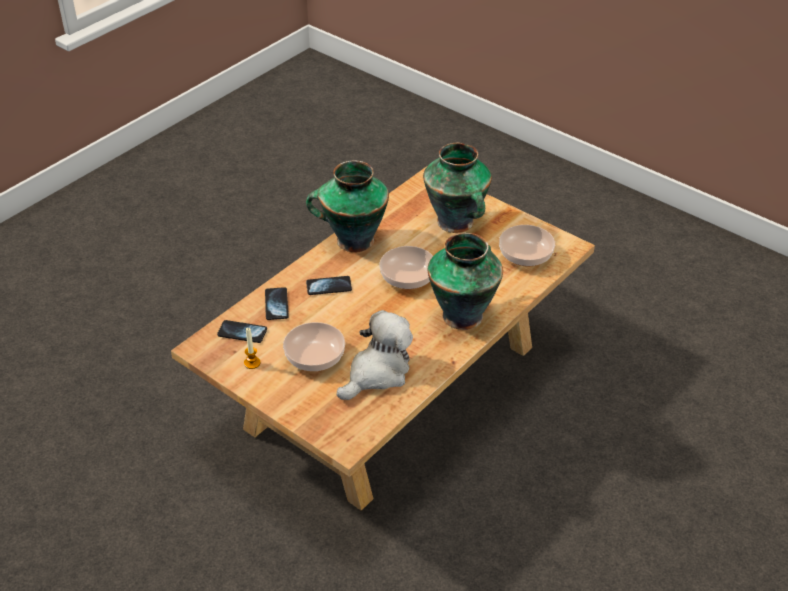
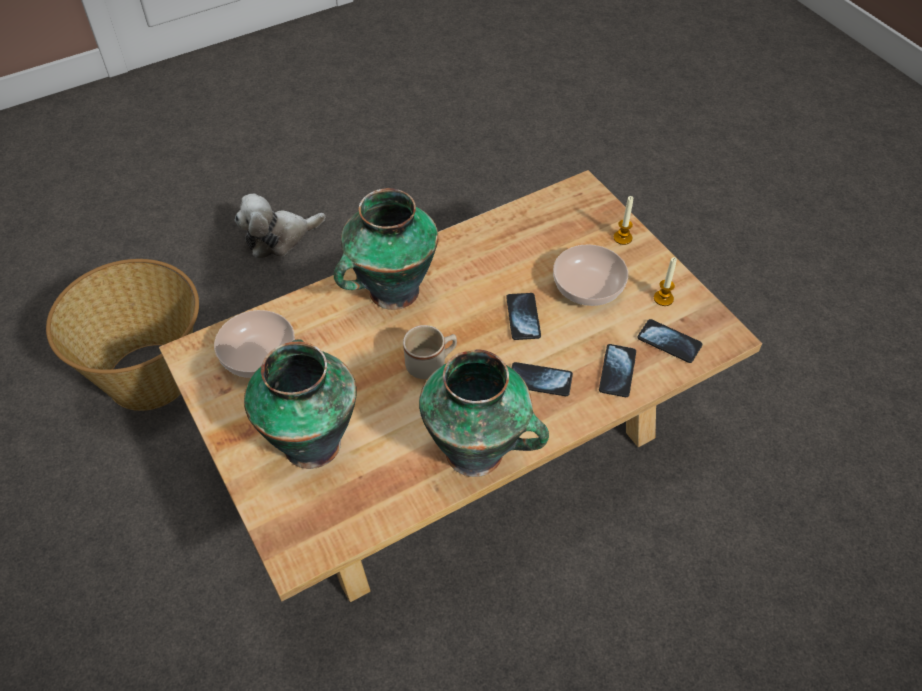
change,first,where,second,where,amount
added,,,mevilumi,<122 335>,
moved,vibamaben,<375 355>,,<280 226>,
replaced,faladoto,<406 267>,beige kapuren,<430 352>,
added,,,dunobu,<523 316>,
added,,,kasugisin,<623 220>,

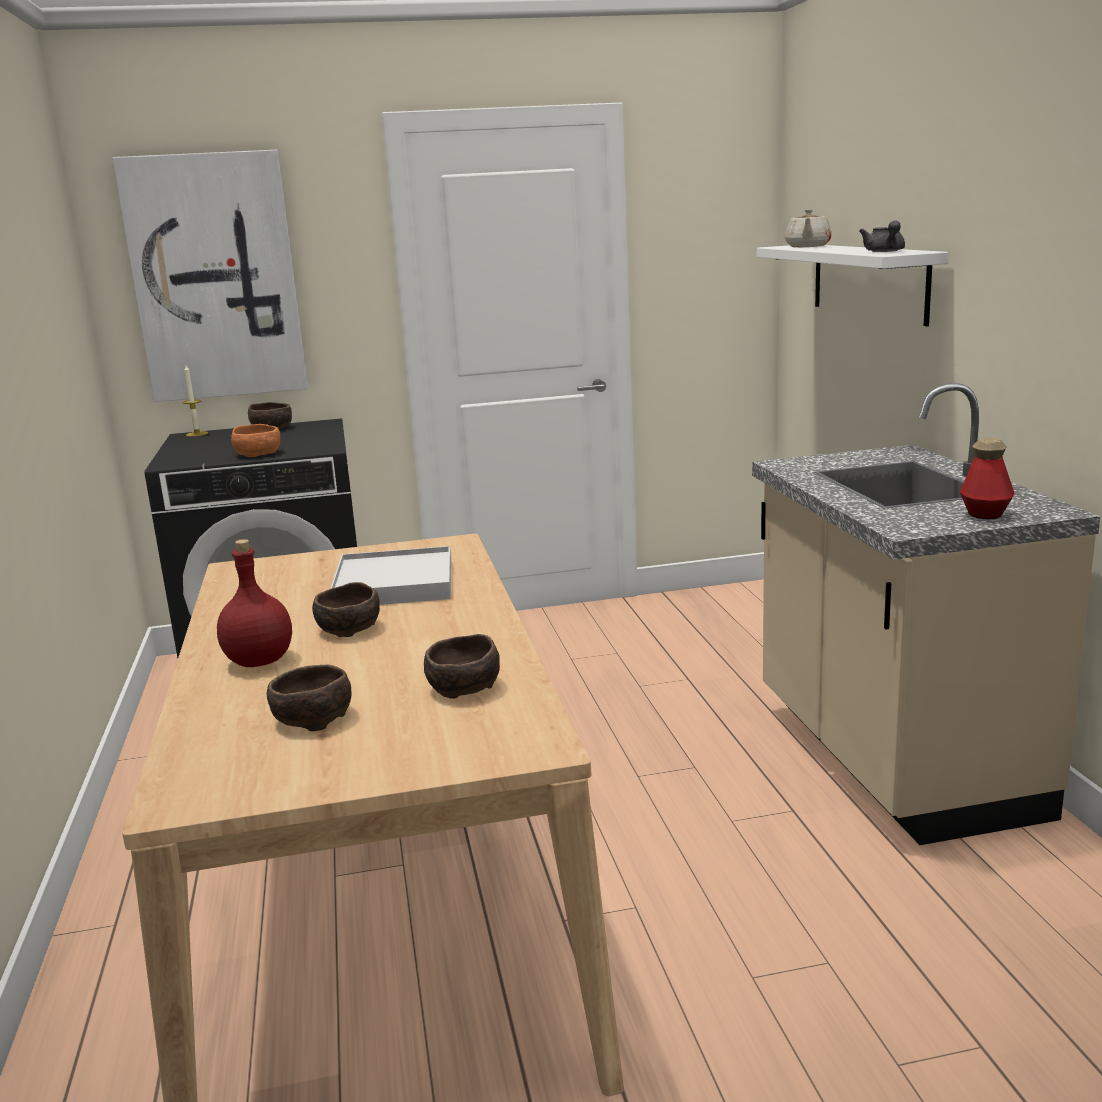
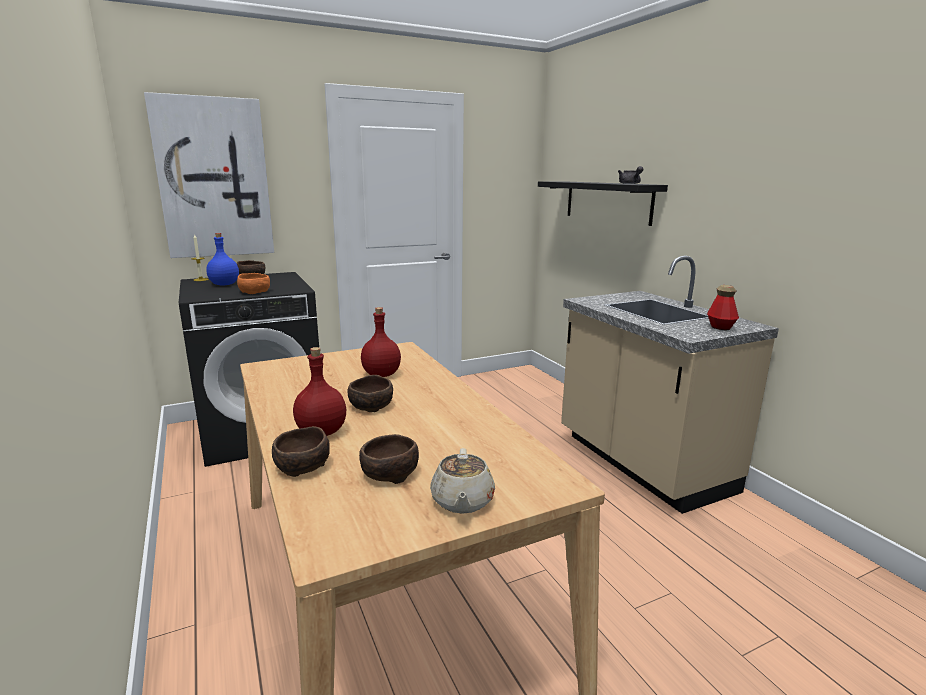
change,first,where,second,where,amount
added,,,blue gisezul,<222 259>,
moved,brown faladoto,<462 666>,,<301 451>,
replaced,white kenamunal,<390 575>,red gisezul,<381 342>,
moved,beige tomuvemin,<808 228>,,<462 481>,
recoloured,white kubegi,<852 286>,black kubegi,<603 203>,

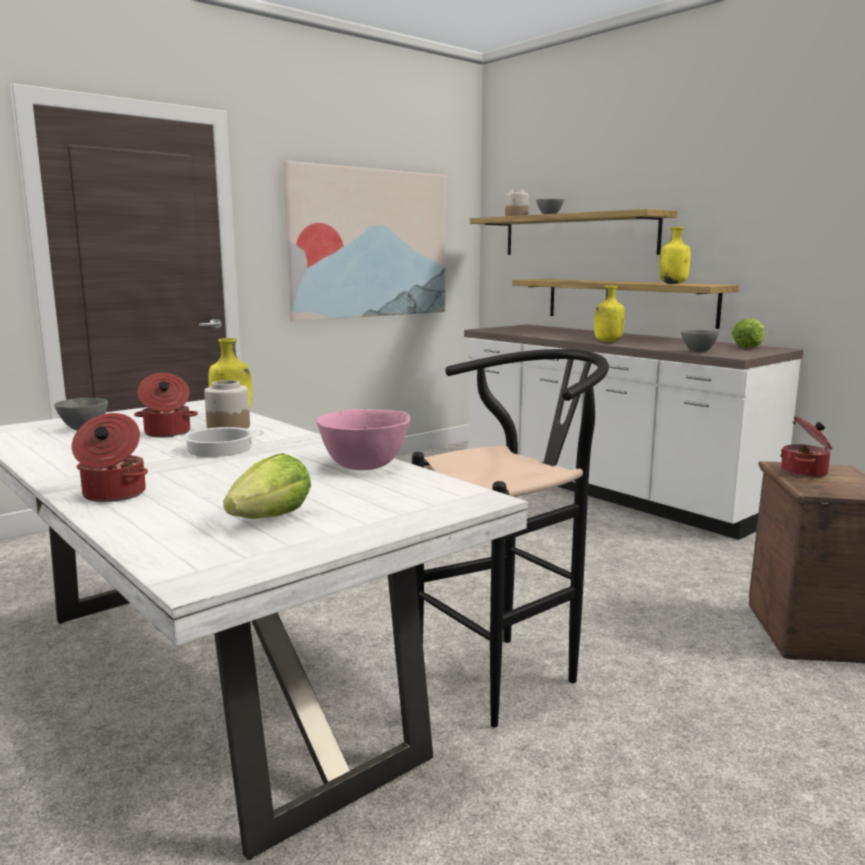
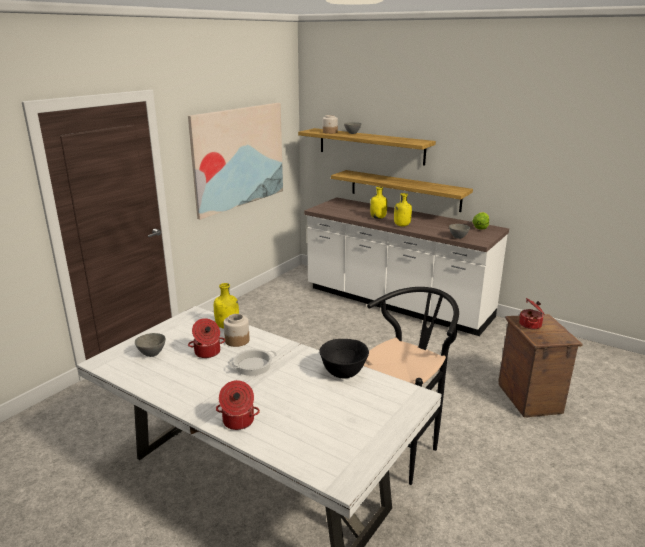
change,first,where,second,where,amount
recoloured,pink faladoto,<363 439>,black faladoto,<344 358>,
moved,yellow gisezul,<675 255>,,<378 203>,
removed,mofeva,<267 486>,,,

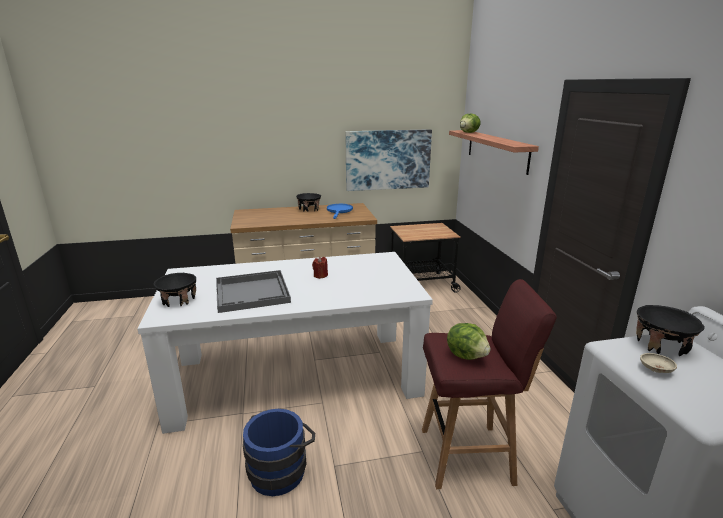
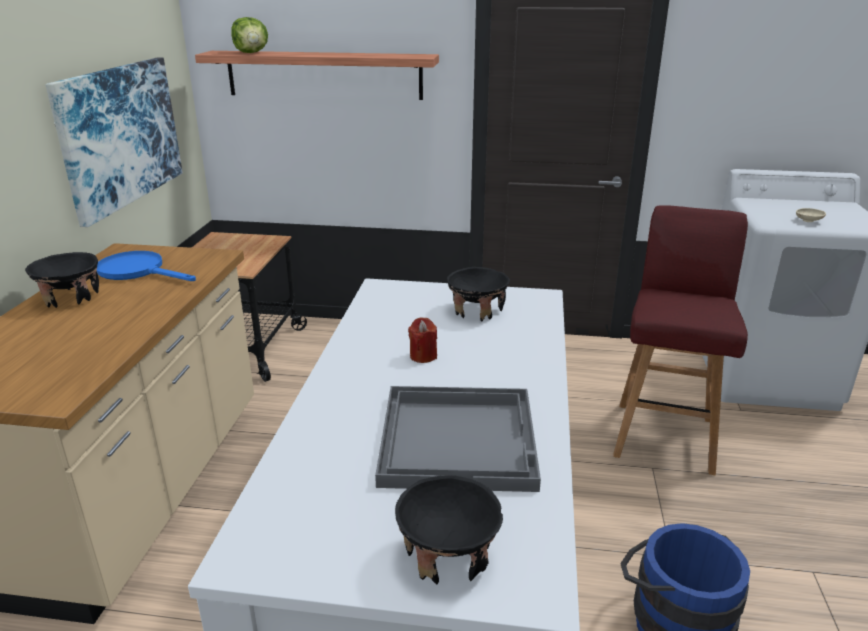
change,first,where,second,where,amount
moved,black faladoto,<670 330>,,<478 294>,
removed,mofeva,<469 341>,,,

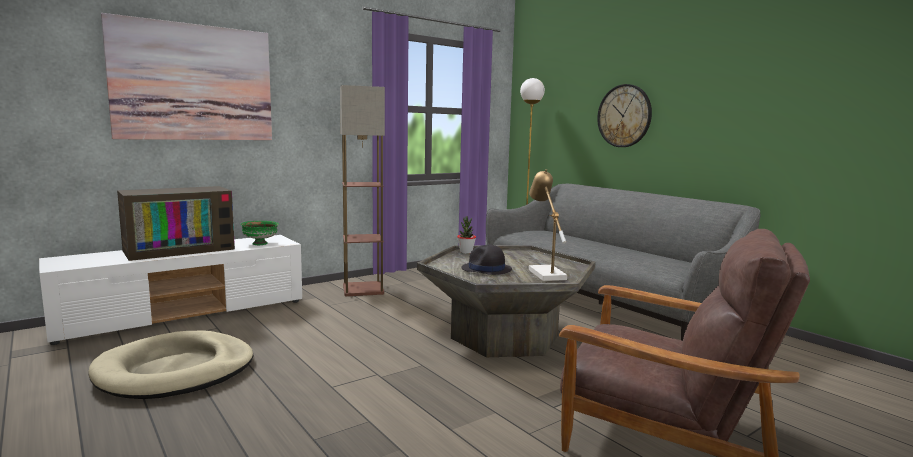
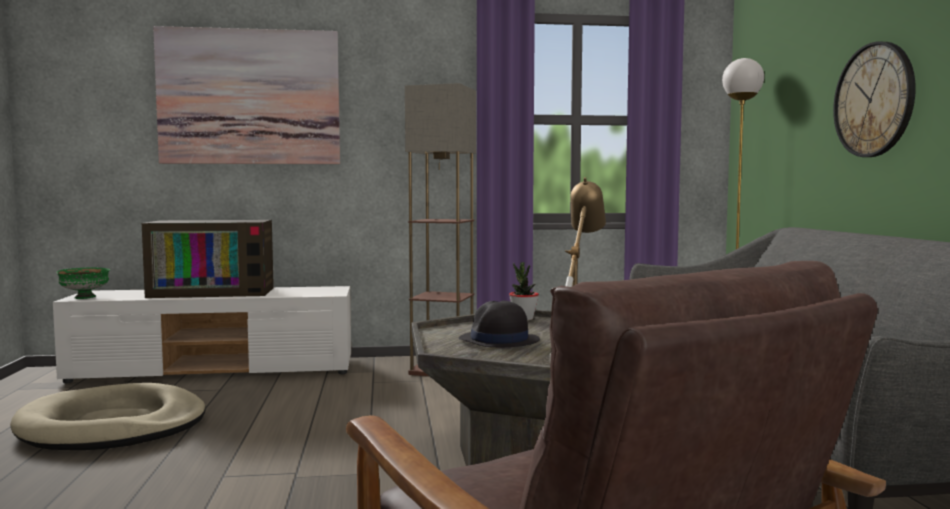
change,first,where,second,where,amount
moved,green faladoto,<260 233>,,<83 283>,

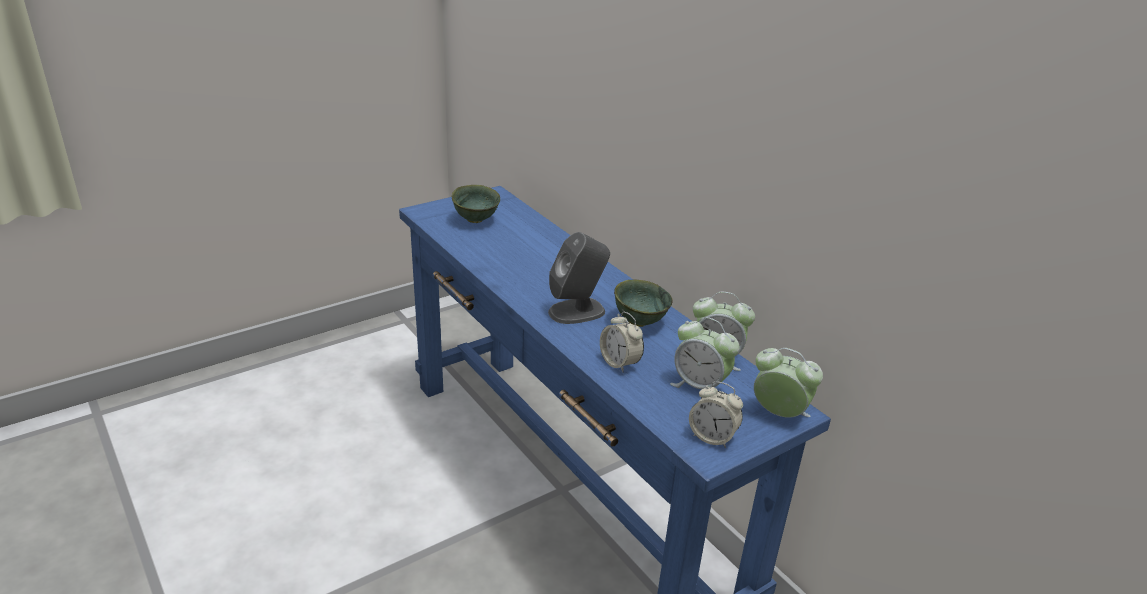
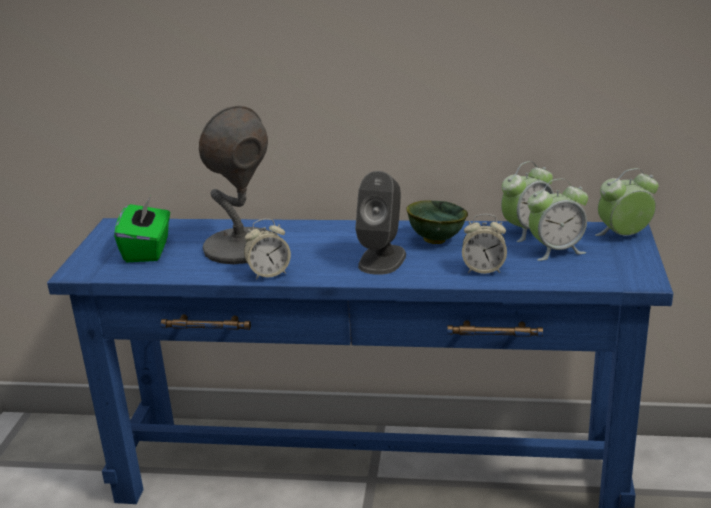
change,first,where,second,where,amount
replaced,green faladoto,<476 204>,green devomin,<142 229>,
added,,,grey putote,<233 185>,
moved,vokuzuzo,<716 414>,,<267 249>,

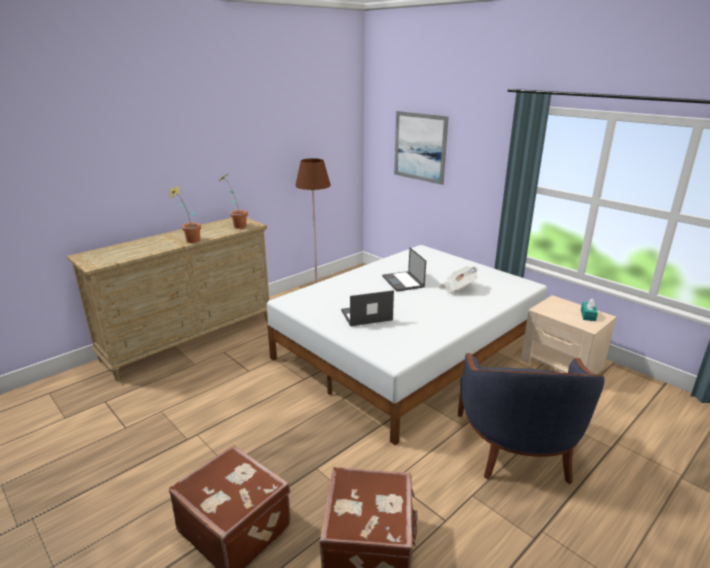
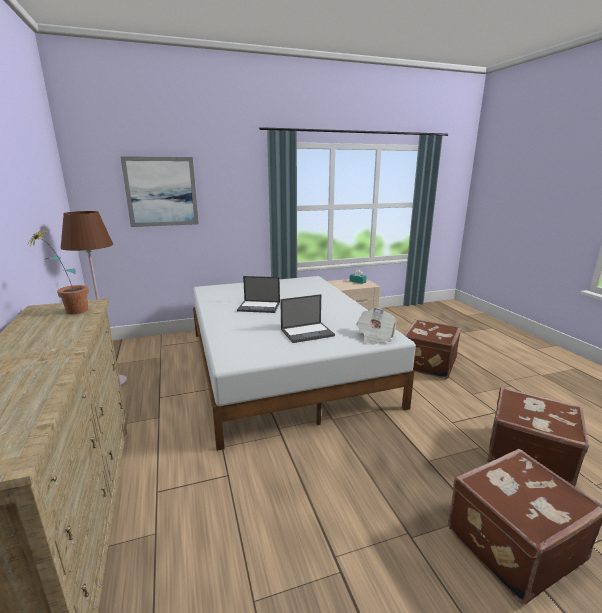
change,first,where,second,where,amount
turned,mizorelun,<367 308>,,<307 318>,120 degrees counterclockwise
moved,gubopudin,<458 279>,,<376 326>,
replaced,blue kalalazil,<531 418>,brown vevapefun,<432 349>,
removed,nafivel,<184 215>,,,

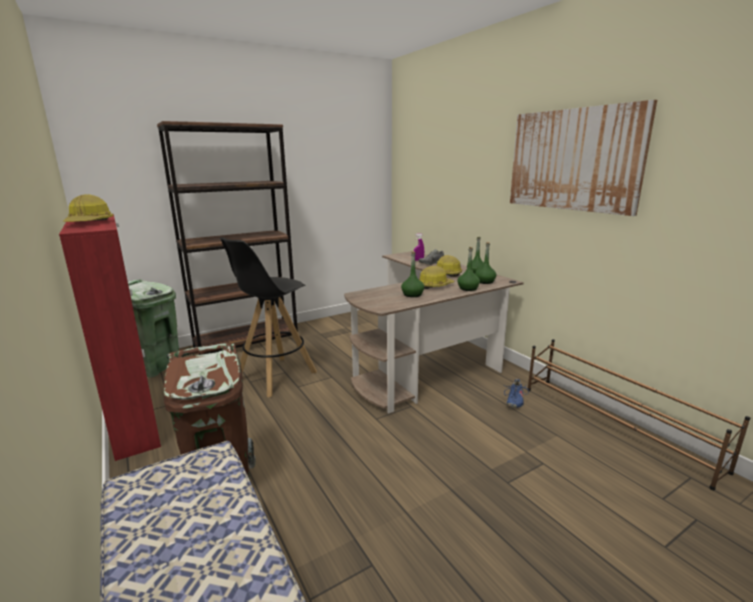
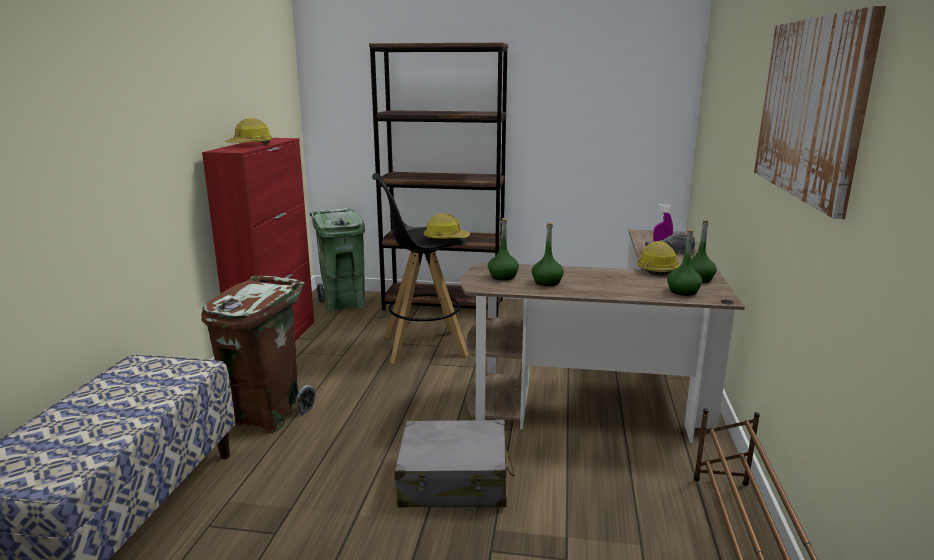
change,first,where,second,where,amount
added,,,grey vevapefun,<455 463>,
moved,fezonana,<436 277>,,<447 226>,
moved,green gisezul,<468 269>,,<503 249>,
removed,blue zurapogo,<516 393>,,,

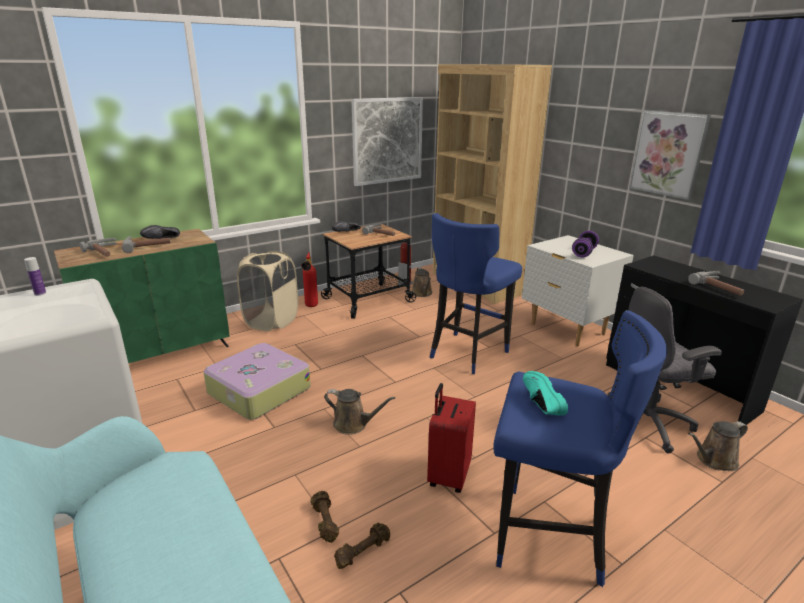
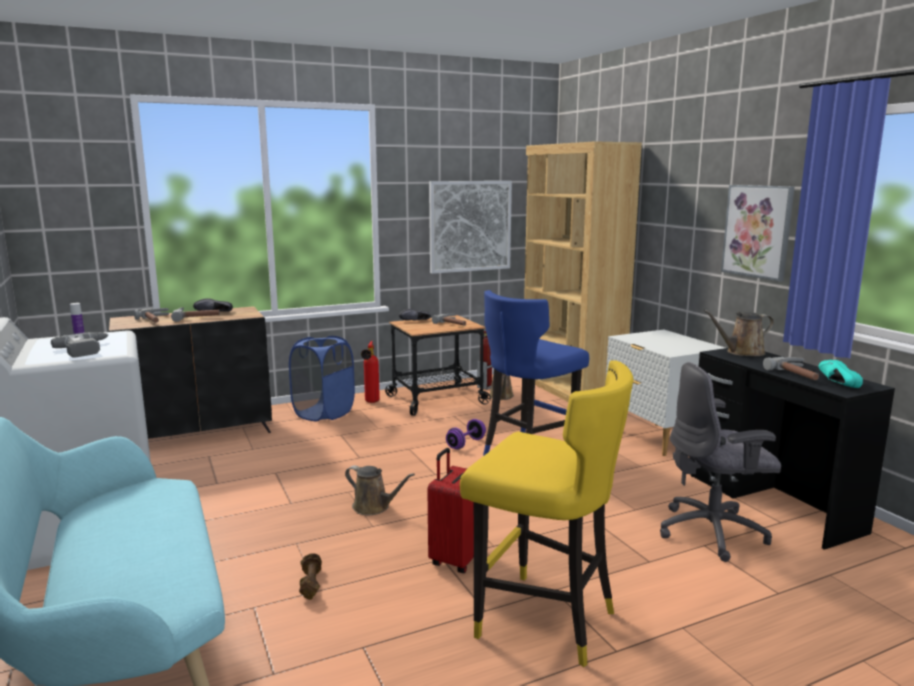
change,first,where,second,where,amount
added,,,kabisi,<79 345>,
recoloured,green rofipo,<142 296>,black rofipo,<190 372>,
recoloured,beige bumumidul,<267 291>,blue bumumidul,<322 378>,
moved,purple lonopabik,<585 244>,,<466 434>,
recoloured,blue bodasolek,<580 449>,yellow bodasolek,<547 513>,
moved,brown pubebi,<718 446>,,<739 333>,
moved,turquoise zurapogo,<545 393>,,<841 374>,
removed,vevapefun,<257 381>,,,
removed,brown lonopabik,<362 545>,,,

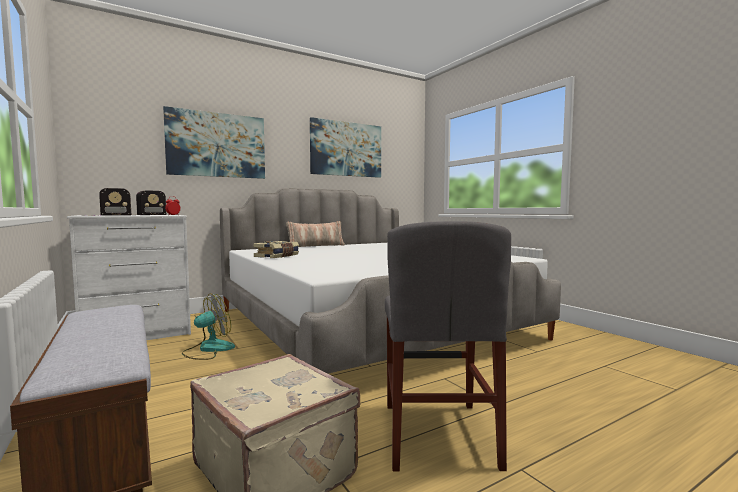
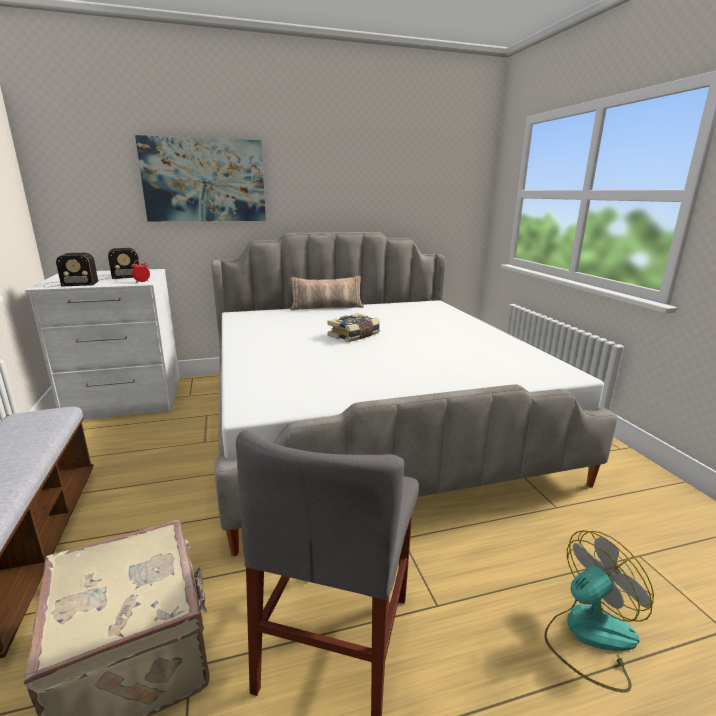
change,first,where,second,where,amount
moved,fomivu,<276 249>,,<353 327>,
moved,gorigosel,<208 326>,,<599 611>,
removed,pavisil,<345 147>,,,

